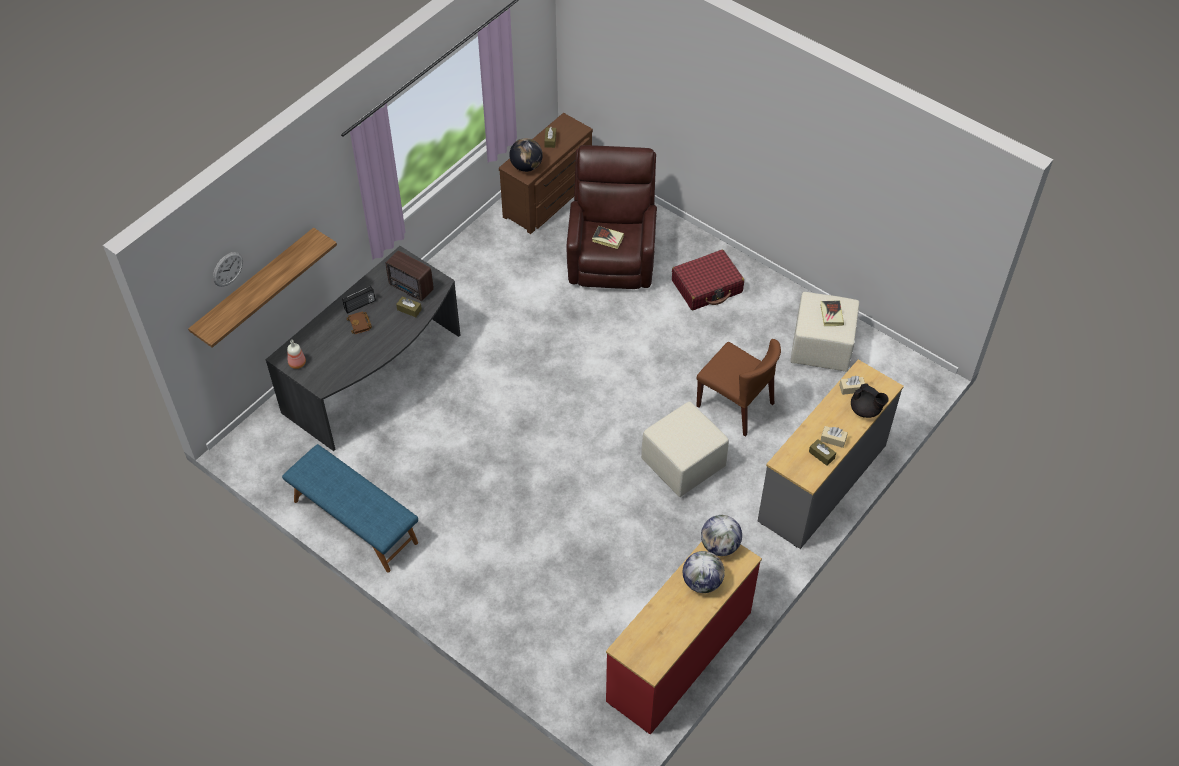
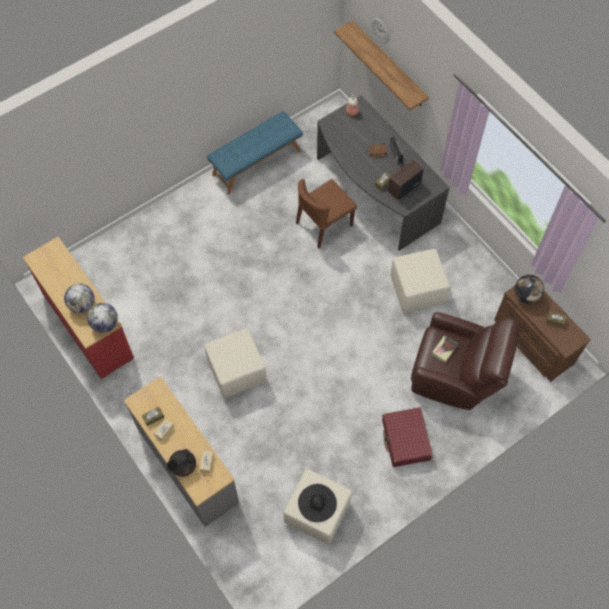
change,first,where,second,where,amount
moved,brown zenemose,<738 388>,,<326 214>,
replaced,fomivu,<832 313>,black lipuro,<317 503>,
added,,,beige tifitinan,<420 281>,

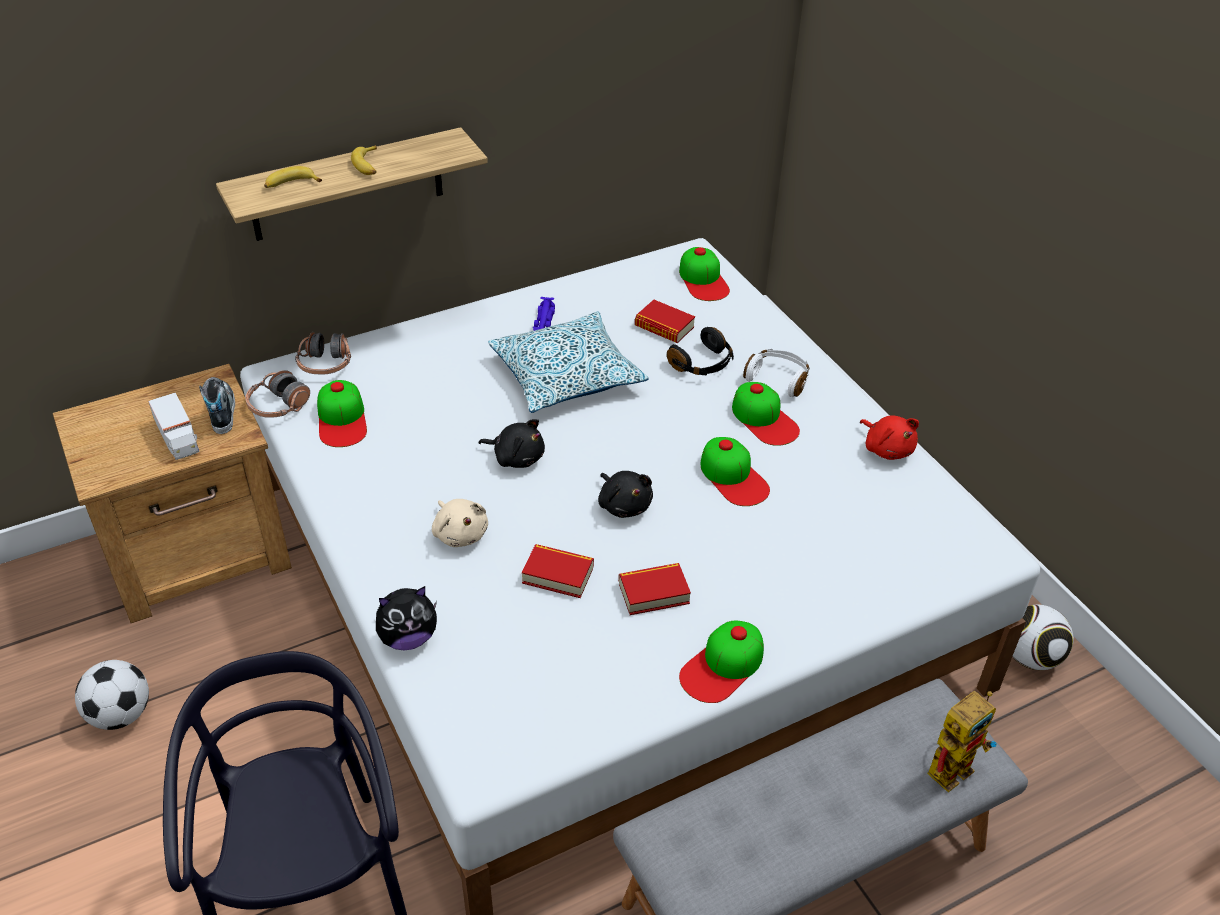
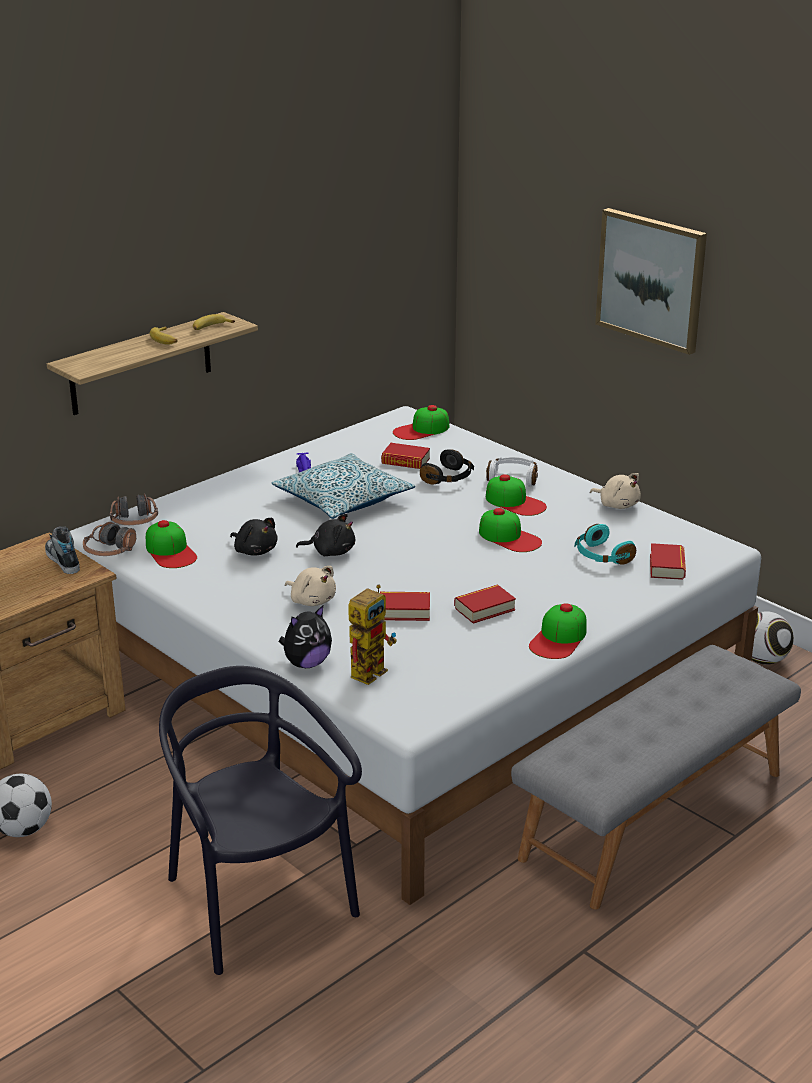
change,first,where,second,where,amount
moved,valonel,<293 177>,,<214 322>,
moved,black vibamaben,<625 494>,,<253 537>,
moved,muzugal,<961 741>,,<372 635>,
turned,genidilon,<704 274>,,<421 422>,90 degrees clockwise
added,,,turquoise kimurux,<605 544>,
recoloured,red vibamaben,<889 438>,beige vibamaben,<615 491>,
added,,,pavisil,<651 281>,
added,,,fomivu,<668 561>,
removed,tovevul,<174 426>,,,

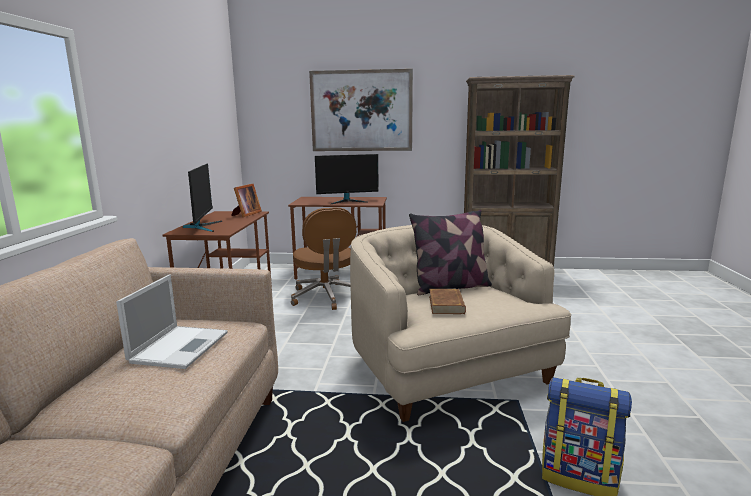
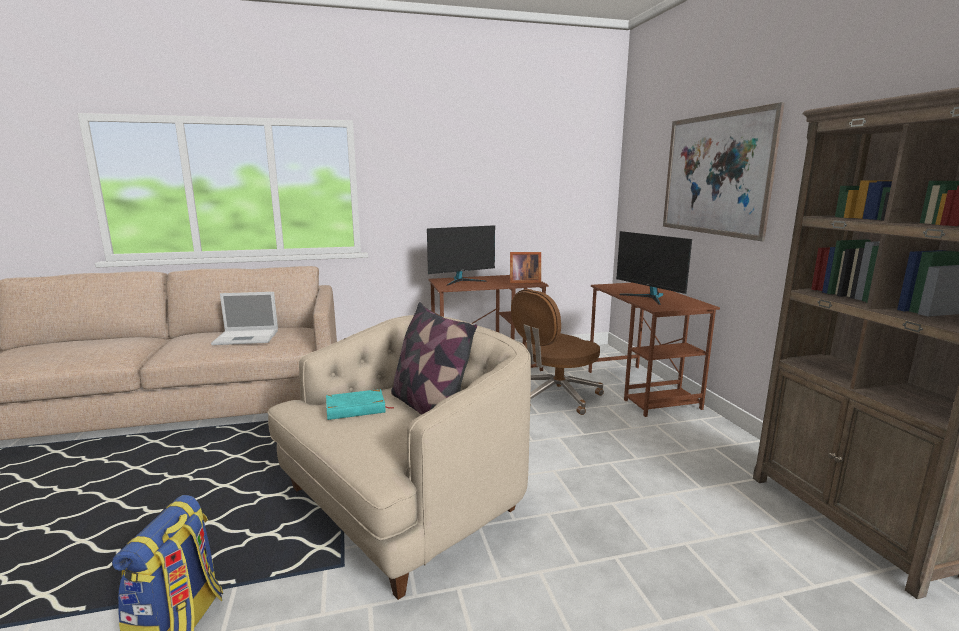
change,first,where,second,where,amount
recoloured,brown fomivu,<447 301>,turquoise fomivu,<360 404>,

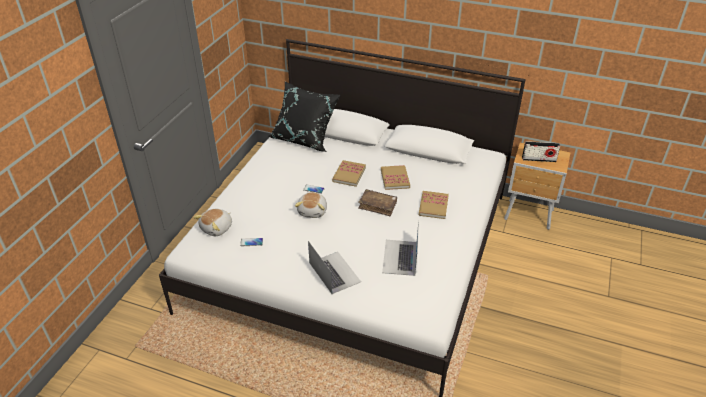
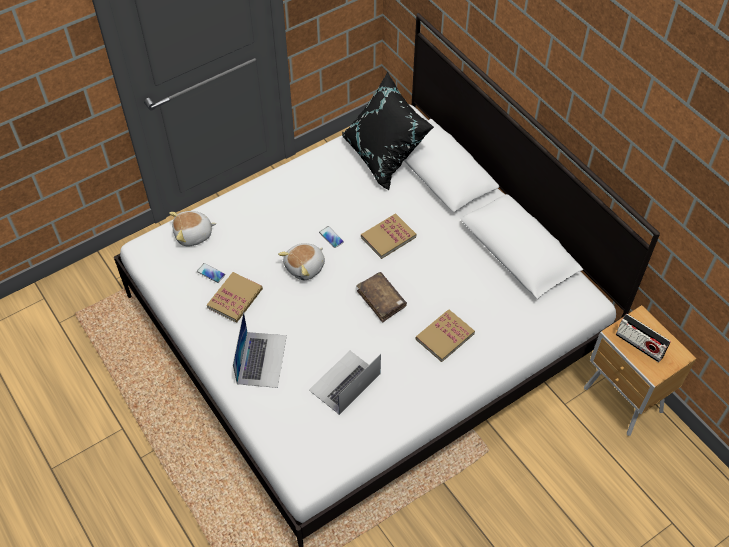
change,first,where,second,where,amount
moved,fomivu,<395 177>,,<235 297>,

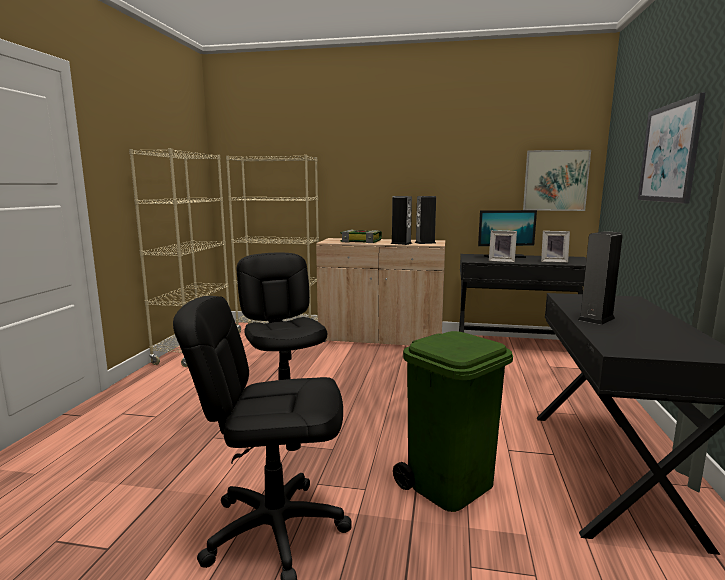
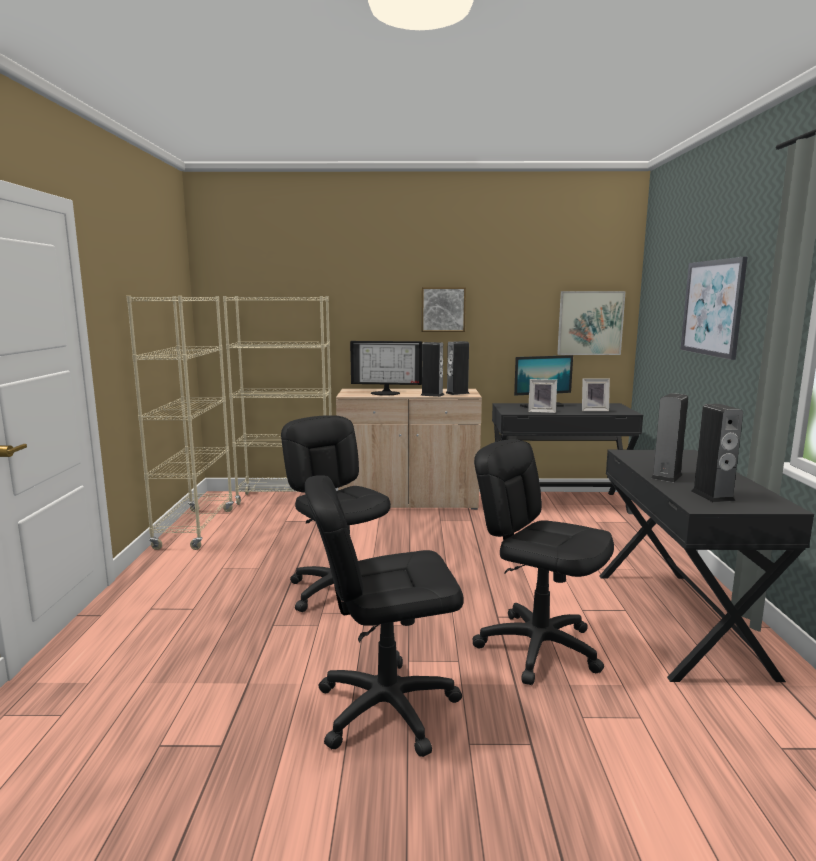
change,first,where,second,where,amount
replaced,fomivu,<361 236>,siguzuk,<386 368>,
added,,,pavisil,<444 309>,
replaced,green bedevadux,<453 421>,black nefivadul,<543 562>,
added,,,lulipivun,<717 453>,

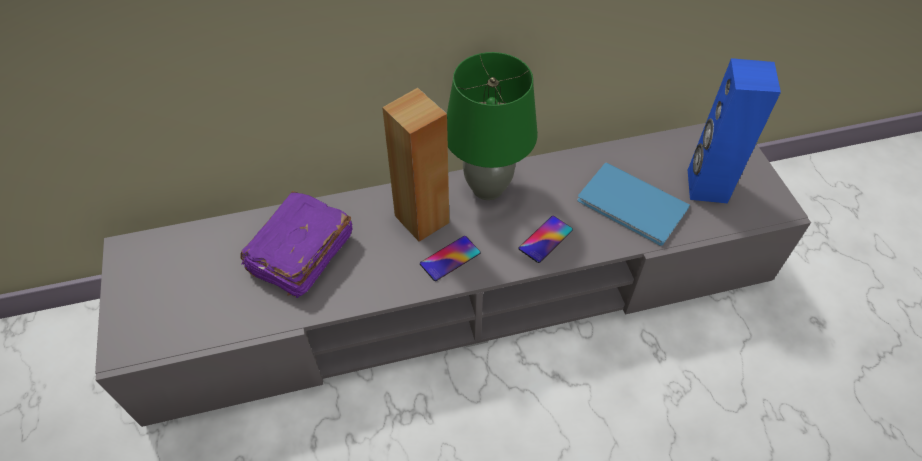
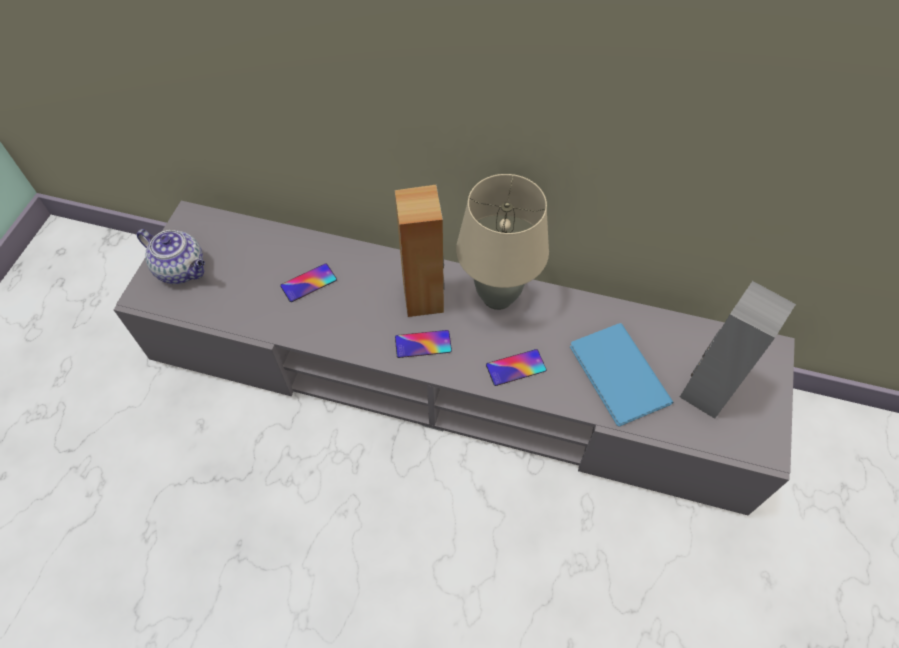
change,first,where,second,where,amount
added,,,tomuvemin,<171 256>,
replaced,purple fomivu,<296 244>,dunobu,<308 282>,
recoloured,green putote,<492 126>,beige putote,<502 242>,
recoloured,blue lulipivun,<734 130>,grey lulipivun,<738 350>,

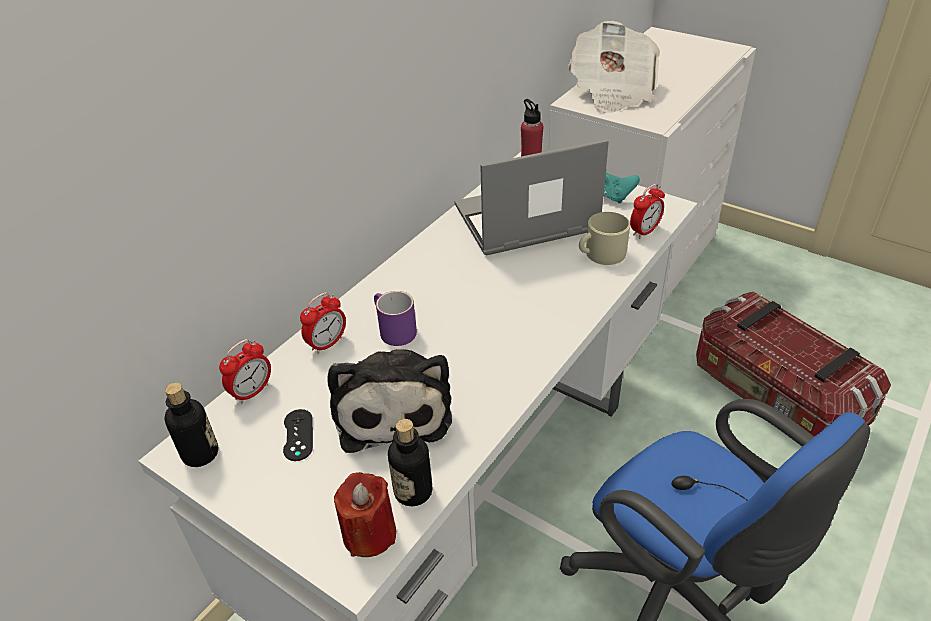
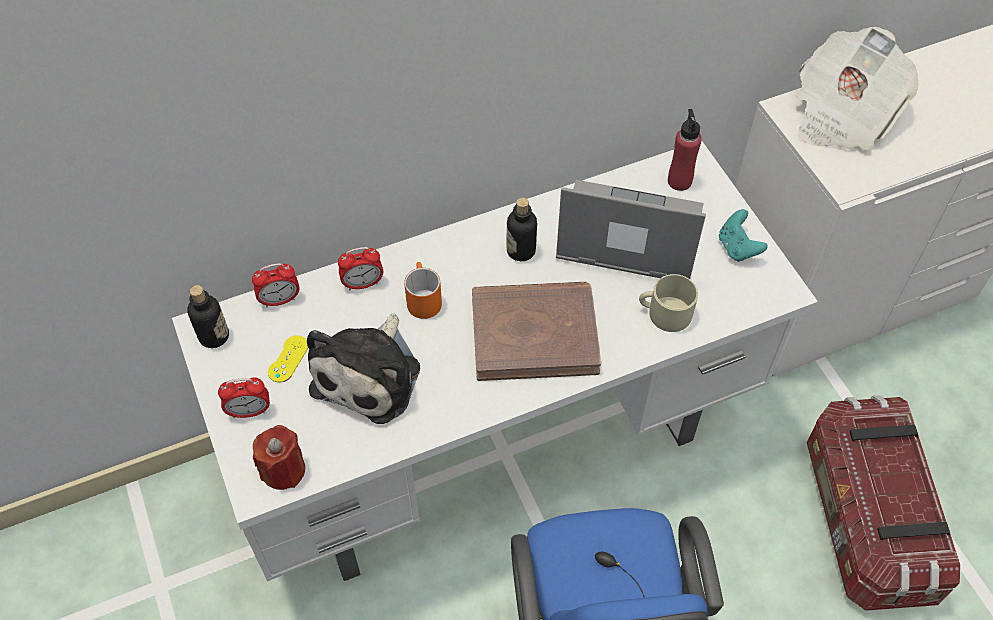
change,first,where,second,where,amount
moved,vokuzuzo,<647 211>,,<244 397>,
recoloured,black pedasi,<298 435>,yellow pedasi,<288 359>,
recoloured,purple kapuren,<395 318>,orange kapuren,<423 290>,
added,,,brown fomivu,<536 331>,
moved,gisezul,<410 462>,,<521 229>,

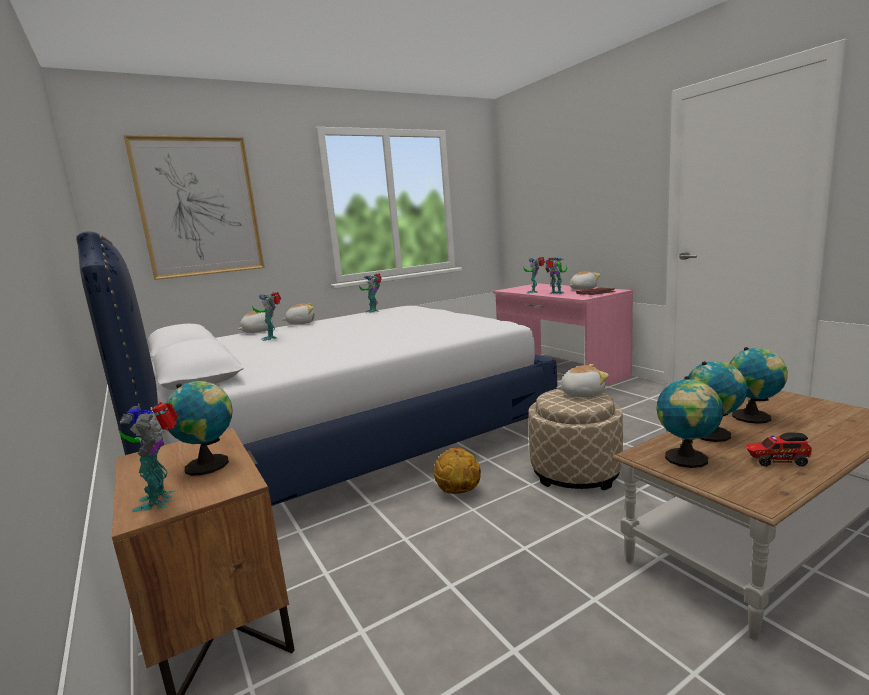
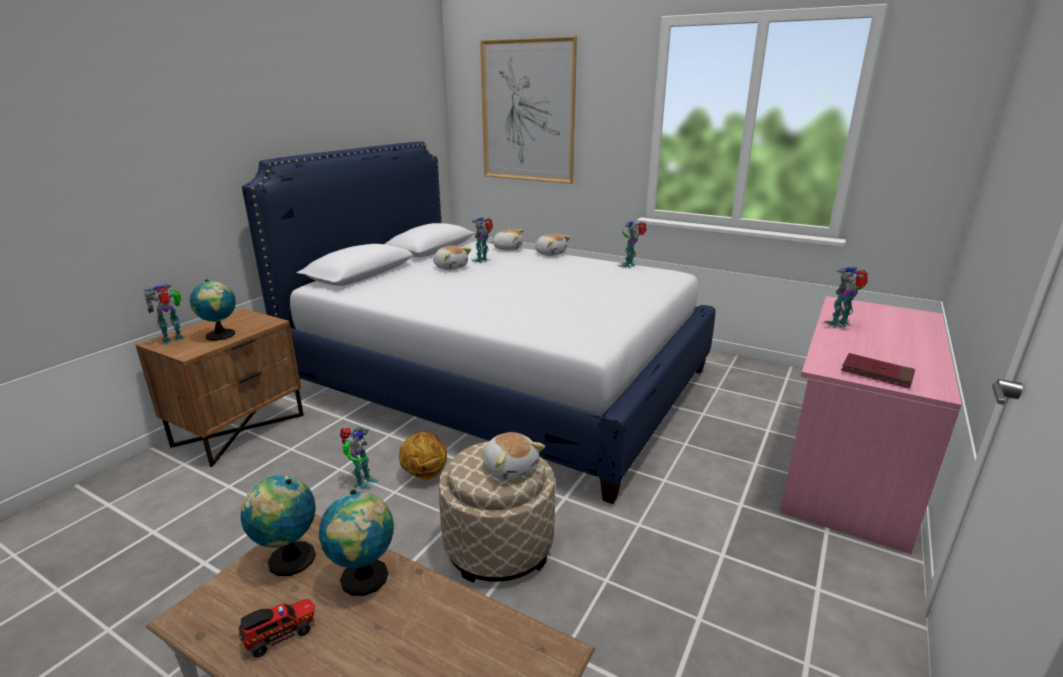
change,first,where,second,where,amount
turned,tovevul,<779 449>,,<276 628>,75 degrees clockwise
moved,muzugal,<556 276>,,<359 458>,
moved,vibamaben,<584 280>,,<452 257>,
removed,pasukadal,<758 385>,,,

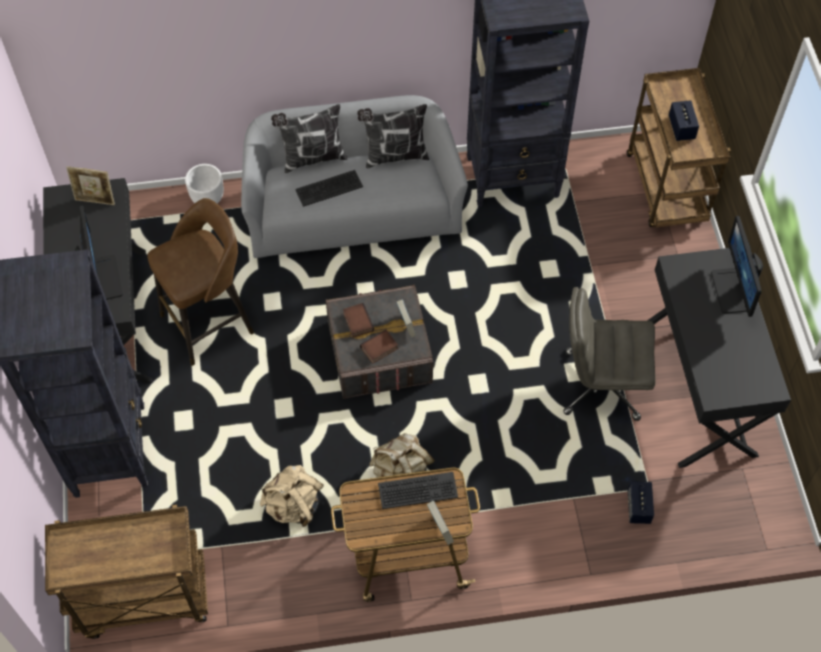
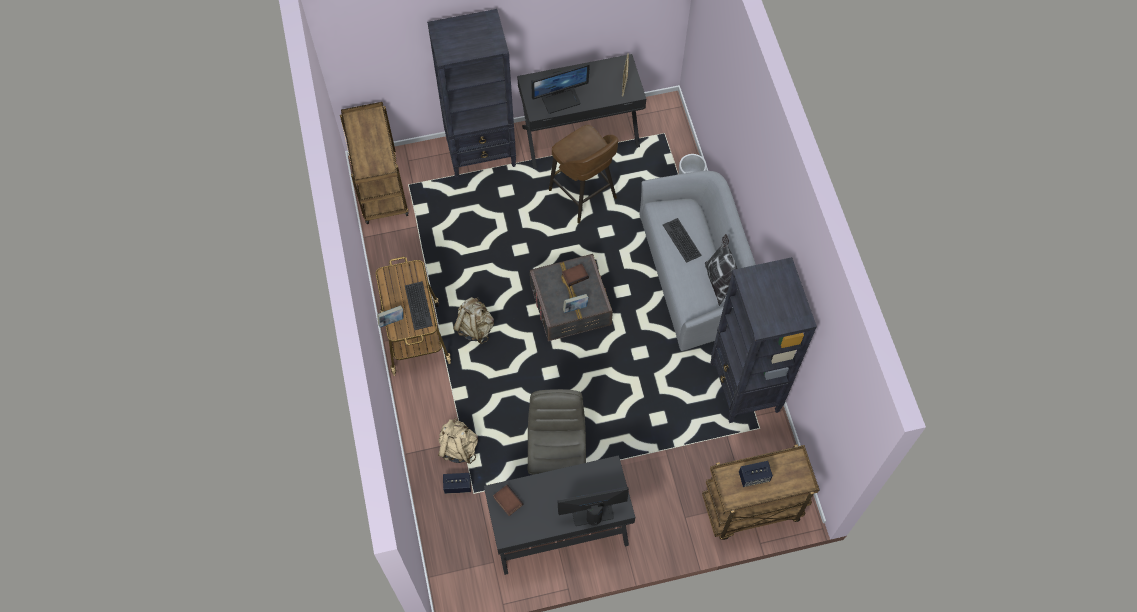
change,first,where,second,where,amount
moved,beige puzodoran,<292 496>,,<458 440>,
moved,fomivu,<379 346>,,<508 500>,
removed,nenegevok,<309 138>,,,

